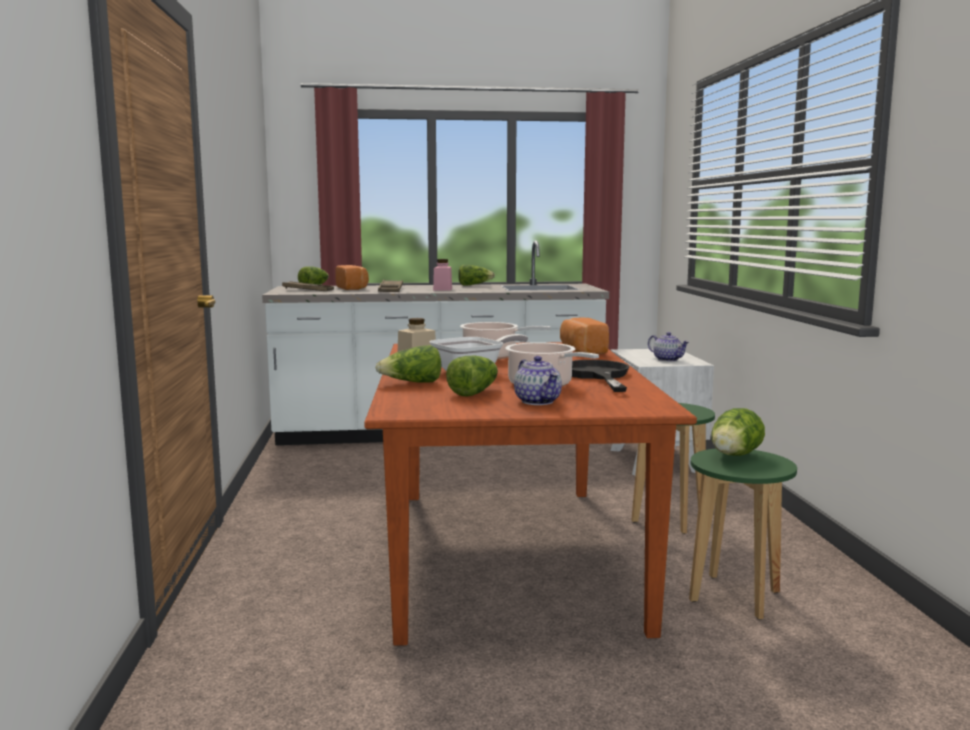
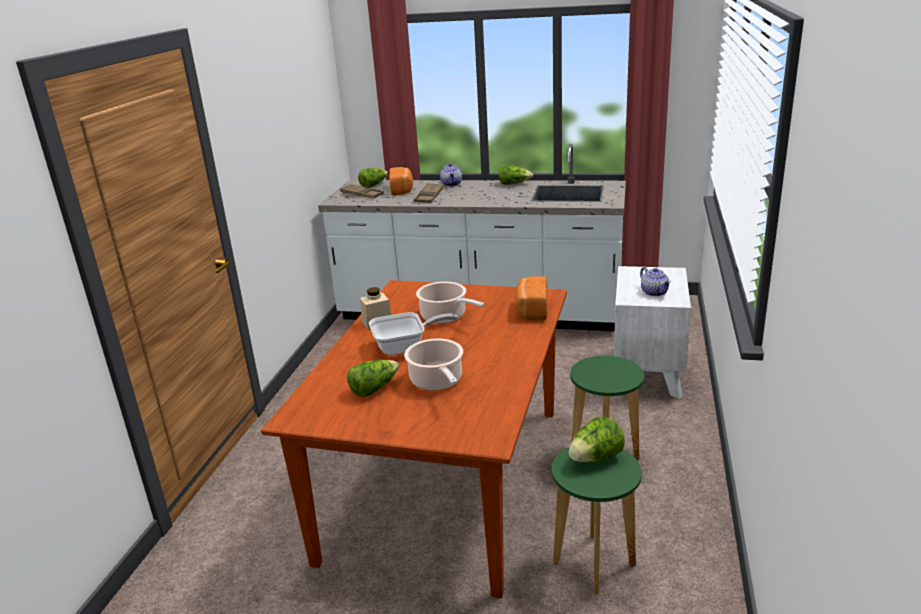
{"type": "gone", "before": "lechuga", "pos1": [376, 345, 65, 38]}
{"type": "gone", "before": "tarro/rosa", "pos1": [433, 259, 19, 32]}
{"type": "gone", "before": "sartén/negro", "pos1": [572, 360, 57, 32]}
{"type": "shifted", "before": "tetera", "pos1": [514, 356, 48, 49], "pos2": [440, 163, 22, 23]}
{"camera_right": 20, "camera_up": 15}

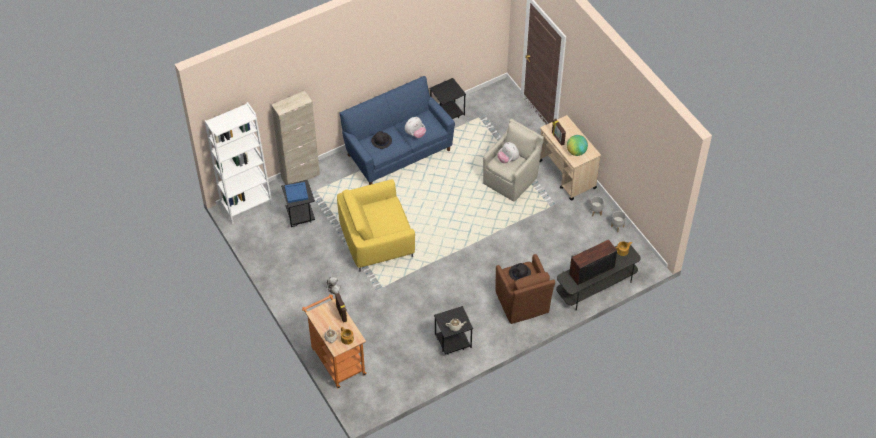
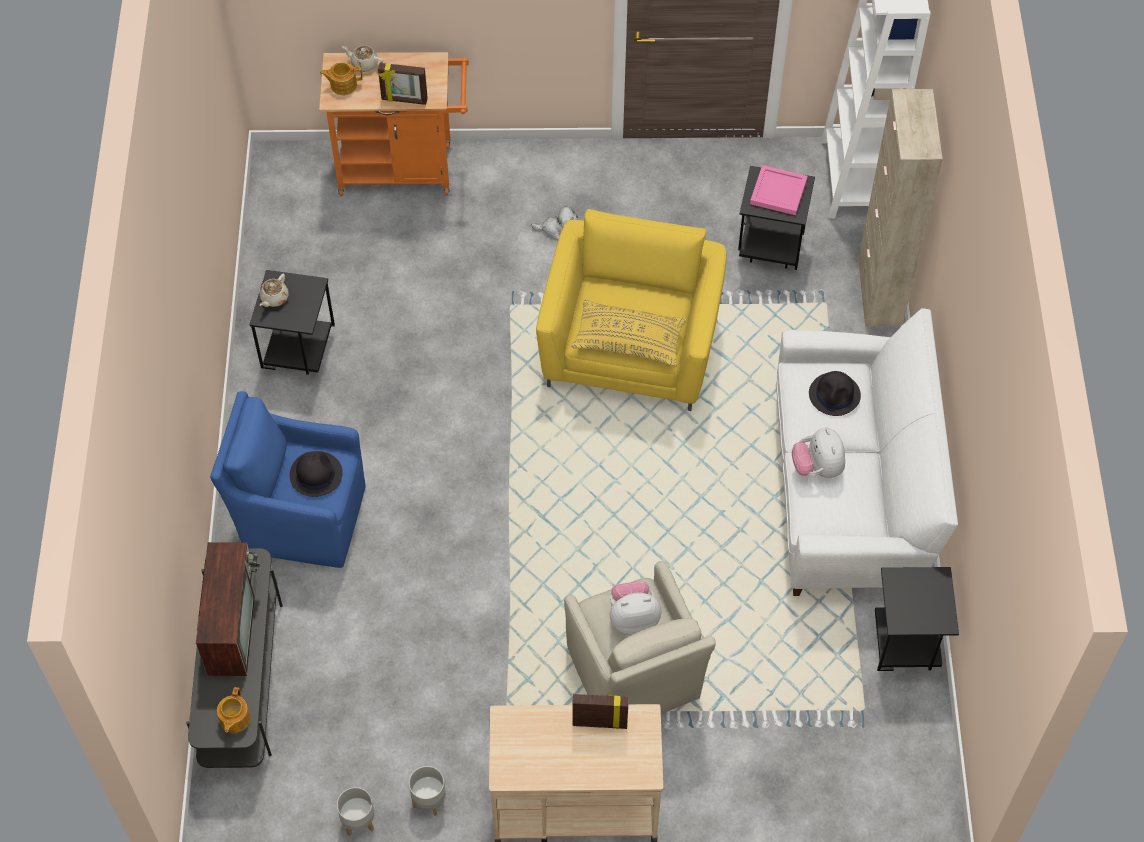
{"type": "gone", "before": "globo terráqueo", "pos1": [567, 135, 21, 21]}
{"type": "new", "after": "cojín/amarillo", "pos2": [571, 300, 116, 66]}
{"type": "repainted", "before": "bandeja/azul", "after": "bandeja/rosa", "pos1": [285, 182, 23, 21], "pos2": [750, 165, 58, 50]}
{"type": "repainted", "before": "sofá/azul", "after": "sofá/blanco", "pos1": [340, 76, 115, 109], "pos2": [776, 308, 182, 288]}
{"type": "repainted", "before": "sillón/marrón", "after": "sillón/azul", "pos1": [496, 254, 59, 70], "pos2": [210, 391, 155, 177]}
{"camera_right": 120, "camera_up": 5}

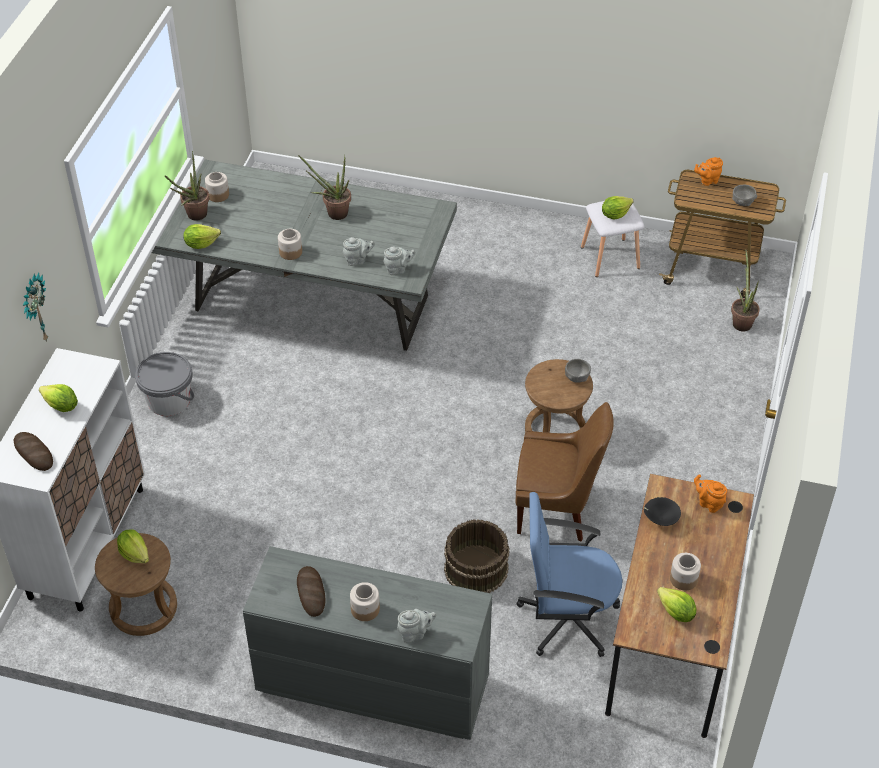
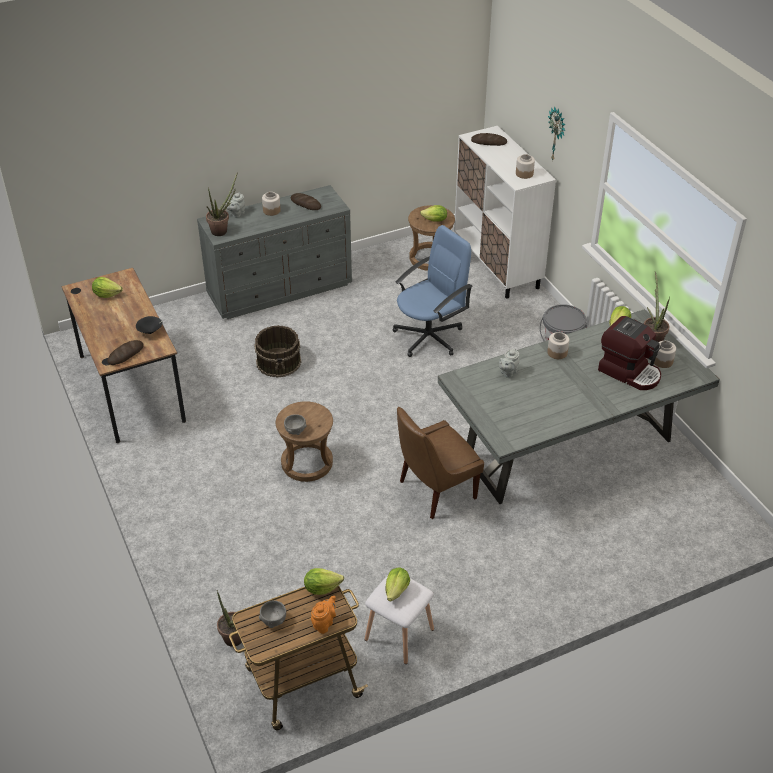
{"type": "gone", "before": "tetera/gris", "pos1": [384, 247, 32, 28]}
{"type": "new", "after": "cafetera", "pos2": [598, 316, 63, 74]}
{"type": "shifted", "before": "lechuga", "pos1": [39, 384, 39, 28], "pos2": [304, 568, 40, 27]}
{"type": "shifted", "before": "planta en maceta", "pos1": [298, 155, 53, 65], "pos2": [206, 173, 31, 63]}
{"type": "shifted", "before": "silla/marrón", "pos1": [516, 402, 98, 139], "pos2": [397, 407, 87, 112]}
{"type": "shifted", "before": "silla de oficina/azul", "pos1": [516, 492, 106, 165], "pos2": [393, 225, 79, 132]}
{"type": "shifted", "before": "tarro", "pos1": [670, 553, 31, 37], "pos2": [516, 154, 19, 25]}
{"type": "swapped", "before": "tetera/naranja", "after": "pan", "pos1": [694, 474, 33, 39], "pos2": [107, 340, 37, 25]}
{"camera_right": 140, "camera_up": -5}

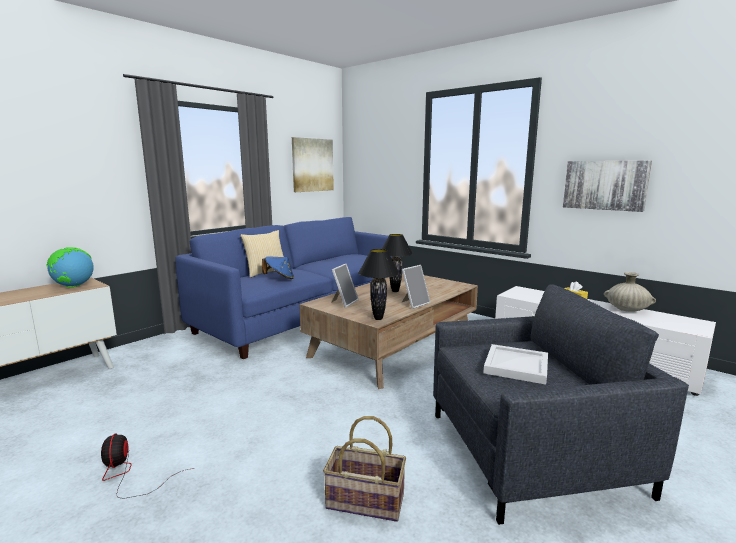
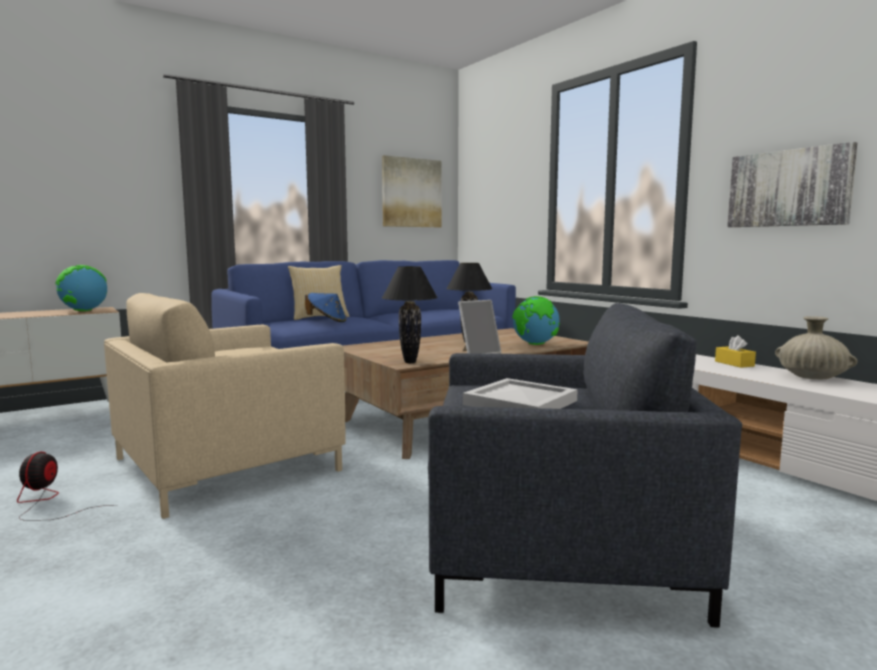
{"type": "gone", "before": "cesta", "pos1": [323, 416, 83, 106]}
{"type": "gone", "before": "portarretratos", "pos1": [331, 264, 28, 44]}
{"type": "new", "after": "sillón/beis", "pos2": [104, 293, 242, 226]}
{"type": "new", "after": "globo terráqueo", "pos2": [513, 296, 47, 49]}
{"camera_right": 15, "camera_up": -5}

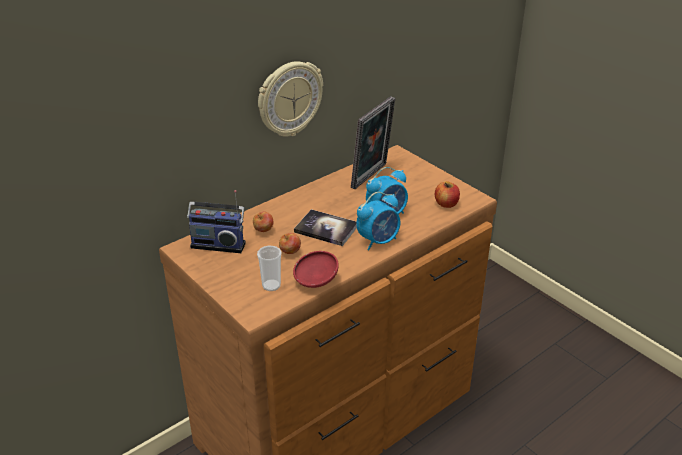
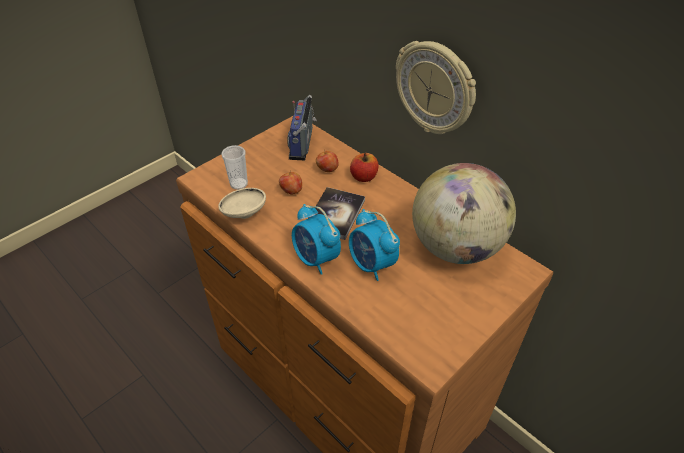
{"type": "shifted", "before": "manzana", "pos1": [435, 181, 25, 27], "pos2": [350, 153, 29, 29]}
{"type": "swapped", "before": "portarretratos", "after": "globo terráqueo", "pos1": [351, 97, 44, 92], "pos2": [412, 163, 104, 101]}
{"type": "repainted", "before": "cuenco/rojo", "after": "cuenco/beis", "pos1": [293, 251, 46, 37], "pos2": [218, 188, 48, 31]}
{"camera_right": 85, "camera_up": 10}

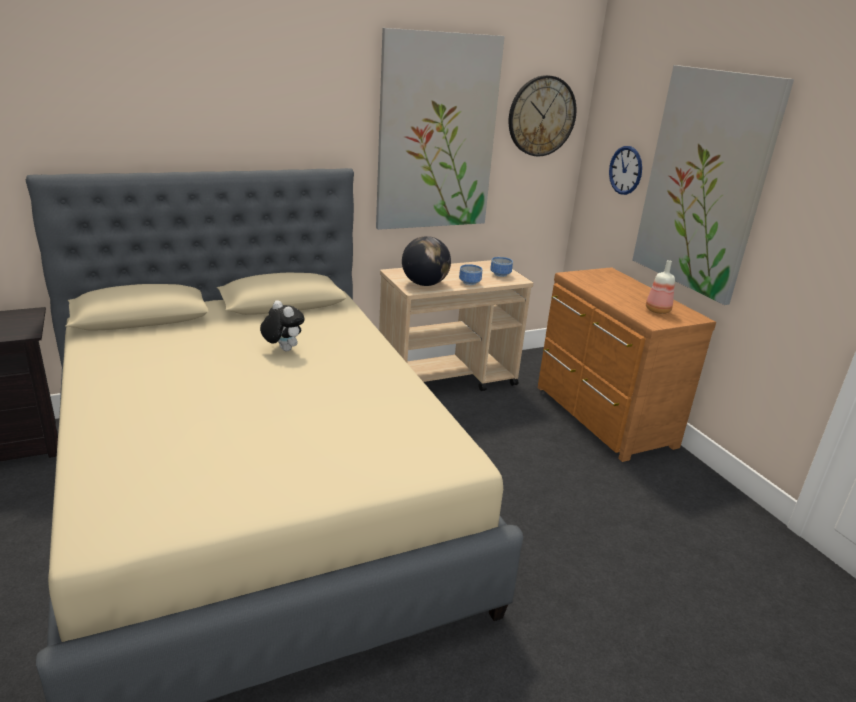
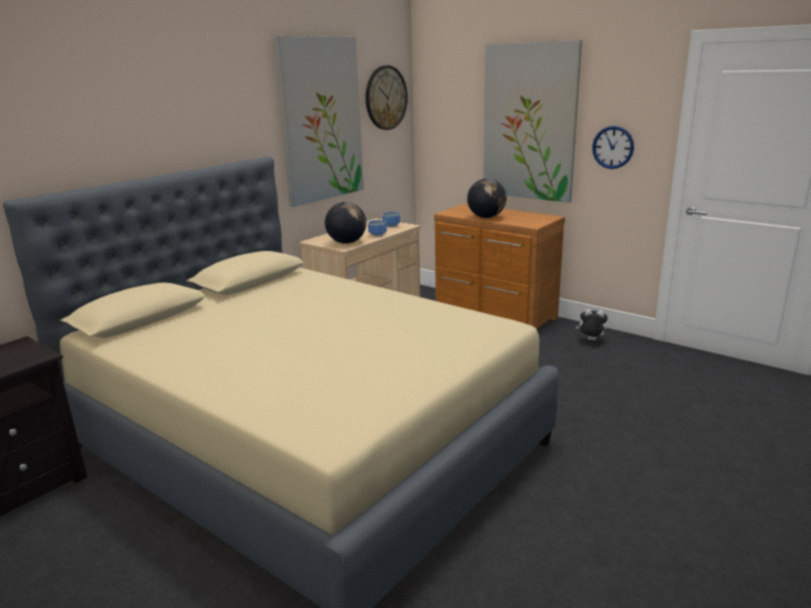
{"type": "gone", "before": "botella", "pos1": [646, 260, 29, 54]}
{"type": "new", "after": "globo terráqueo", "pos2": [467, 178, 40, 40]}
{"type": "shifted", "before": "peluche", "pos1": [260, 300, 45, 51], "pos2": [576, 309, 32, 32]}
{"type": "shifted", "before": "reloj de pared", "pos1": [609, 146, 33, 49], "pos2": [592, 126, 42, 43]}
{"camera_right": -25, "camera_up": -5}

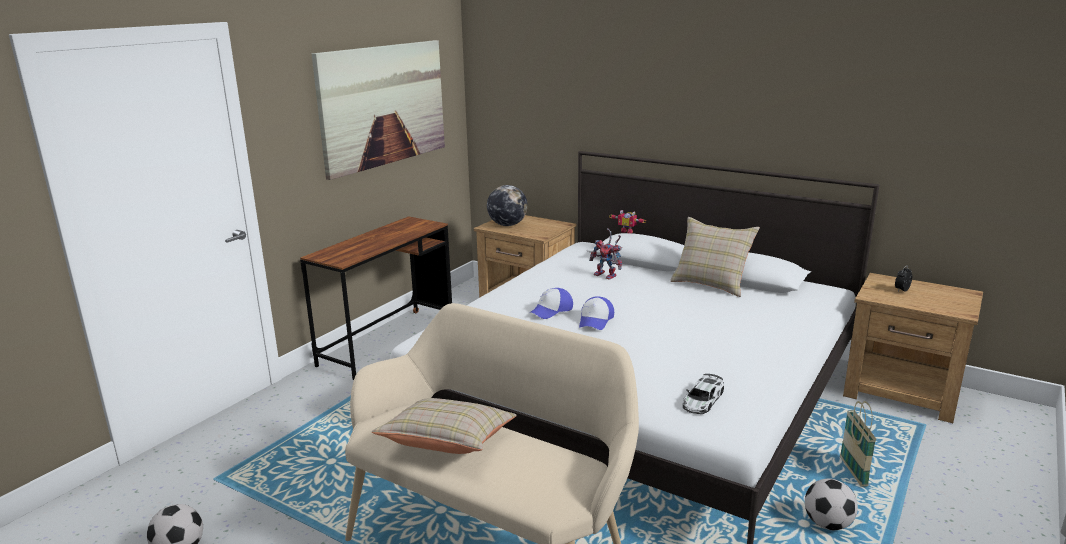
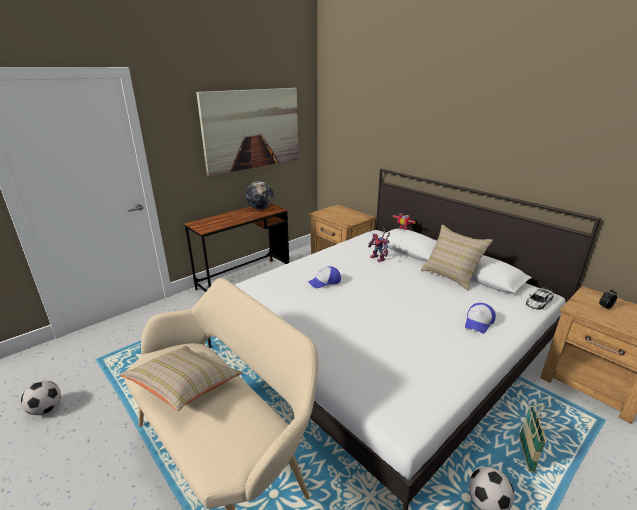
{"type": "shifted", "before": "globo terráqueo", "pos1": [487, 185, 41, 41], "pos2": [245, 181, 29, 29]}
{"type": "shifted", "before": "gorra", "pos1": [579, 296, 35, 34], "pos2": [465, 303, 31, 31]}
{"type": "shifted", "before": "coche de juguete", "pos1": [683, 374, 41, 40], "pos2": [526, 287, 28, 23]}
{"camera_right": 15, "camera_up": 5}

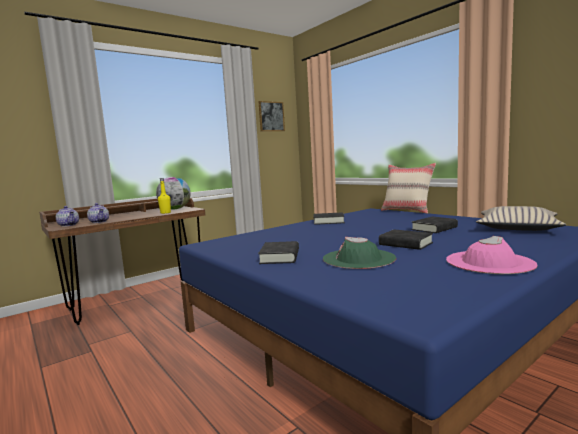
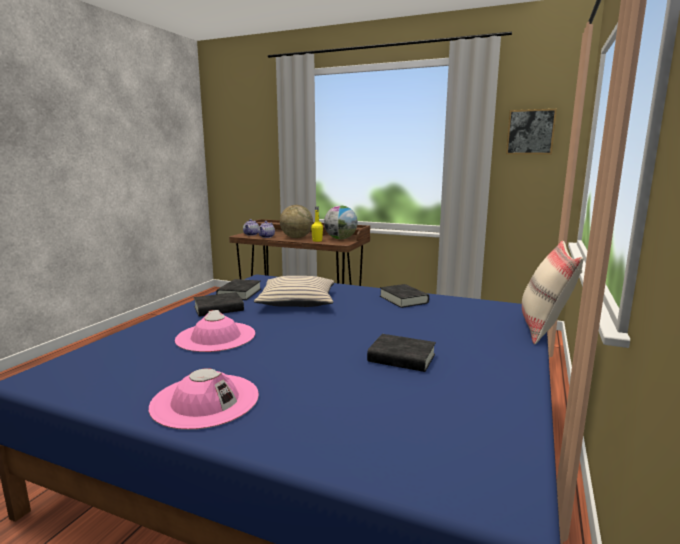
{"type": "new", "after": "globo terráqueo", "pos2": [280, 205, 33, 33]}
{"type": "shifted", "before": "libro/negro", "pos1": [379, 230, 54, 20], "pos2": [216, 279, 45, 21]}
{"type": "shifted", "before": "cojín/beis", "pos1": [476, 206, 90, 25], "pos2": [254, 276, 80, 31]}
{"type": "repainted", "before": "sombrero/verde", "after": "sombrero/rosa", "pos1": [323, 237, 73, 32], "pos2": [175, 310, 80, 42]}
{"camera_right": 60, "camera_up": 5}

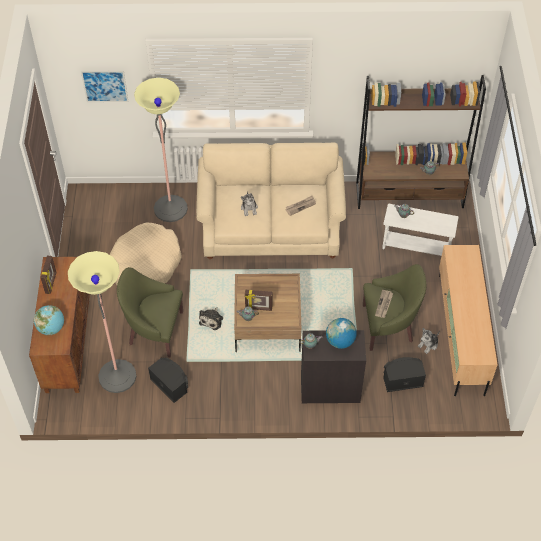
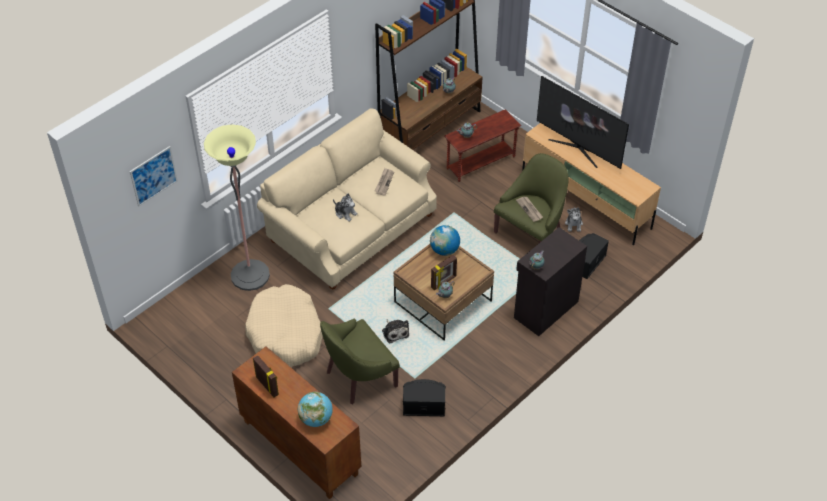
{"type": "gone", "before": "lámpara de pie", "pos1": [68, 251, 68, 142]}
{"type": "new", "after": "televisor", "pos2": [537, 76, 92, 93]}
{"type": "shifted", "before": "globo terráqueo", "pos1": [326, 318, 31, 31], "pos2": [430, 225, 30, 31]}
{"type": "repainted", "before": "mesa auxiliar/blanco", "after": "mesa auxiliar/marrón", "pos1": [382, 204, 77, 52], "pos2": [444, 109, 77, 73]}
{"camera_right": -45, "camera_up": -5}

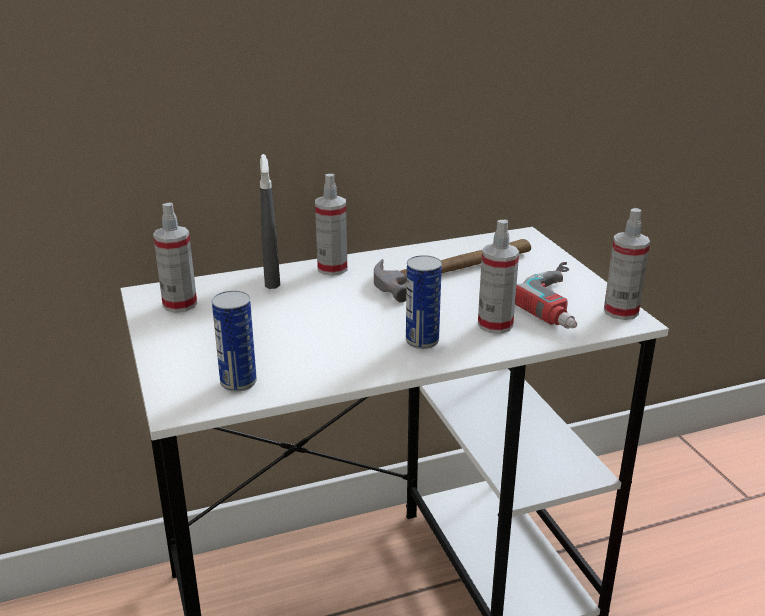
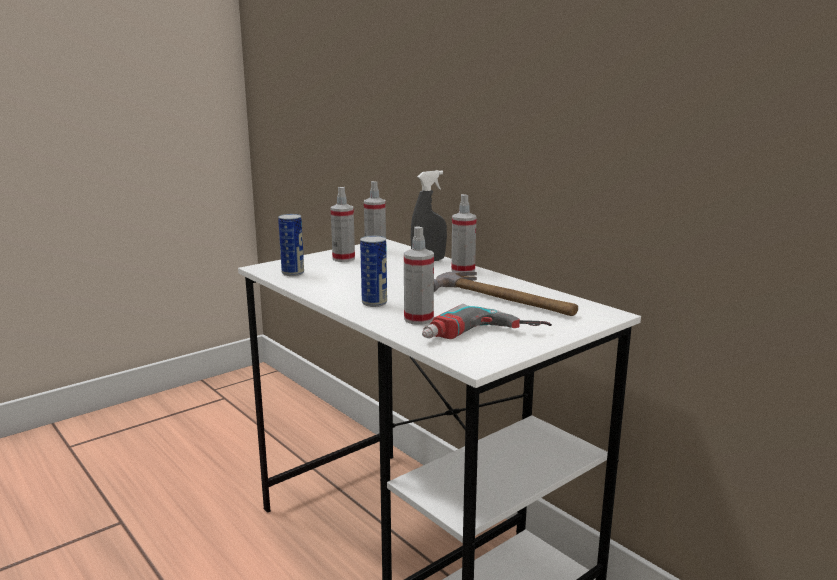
{"type": "shifted", "before": "pulverizador", "pos1": [604, 208, 46, 112], "pos2": [331, 187, 24, 75]}
{"camera_right": 70, "camera_up": -10}

